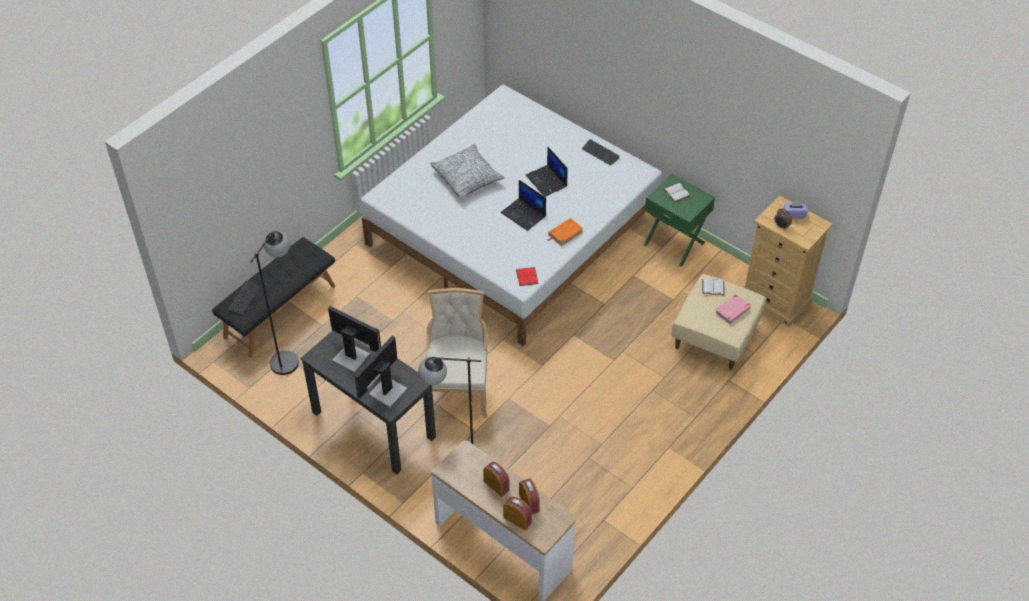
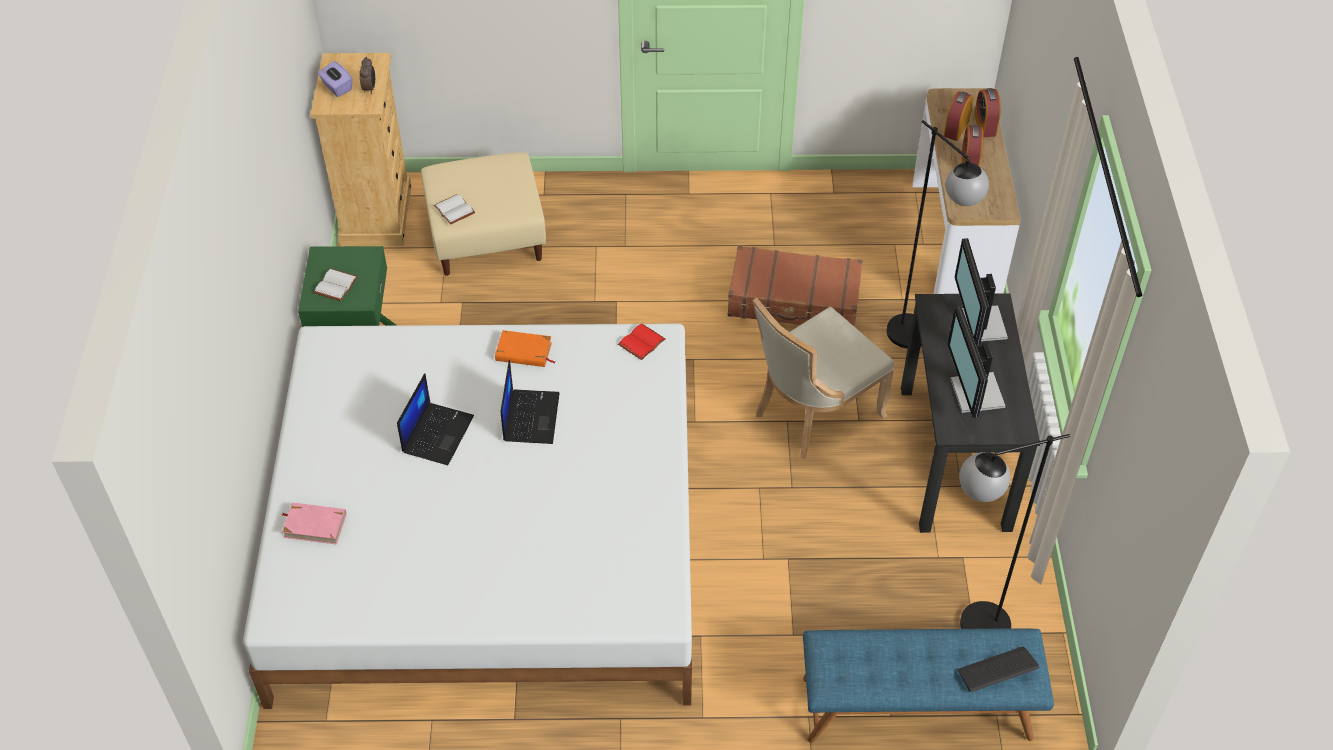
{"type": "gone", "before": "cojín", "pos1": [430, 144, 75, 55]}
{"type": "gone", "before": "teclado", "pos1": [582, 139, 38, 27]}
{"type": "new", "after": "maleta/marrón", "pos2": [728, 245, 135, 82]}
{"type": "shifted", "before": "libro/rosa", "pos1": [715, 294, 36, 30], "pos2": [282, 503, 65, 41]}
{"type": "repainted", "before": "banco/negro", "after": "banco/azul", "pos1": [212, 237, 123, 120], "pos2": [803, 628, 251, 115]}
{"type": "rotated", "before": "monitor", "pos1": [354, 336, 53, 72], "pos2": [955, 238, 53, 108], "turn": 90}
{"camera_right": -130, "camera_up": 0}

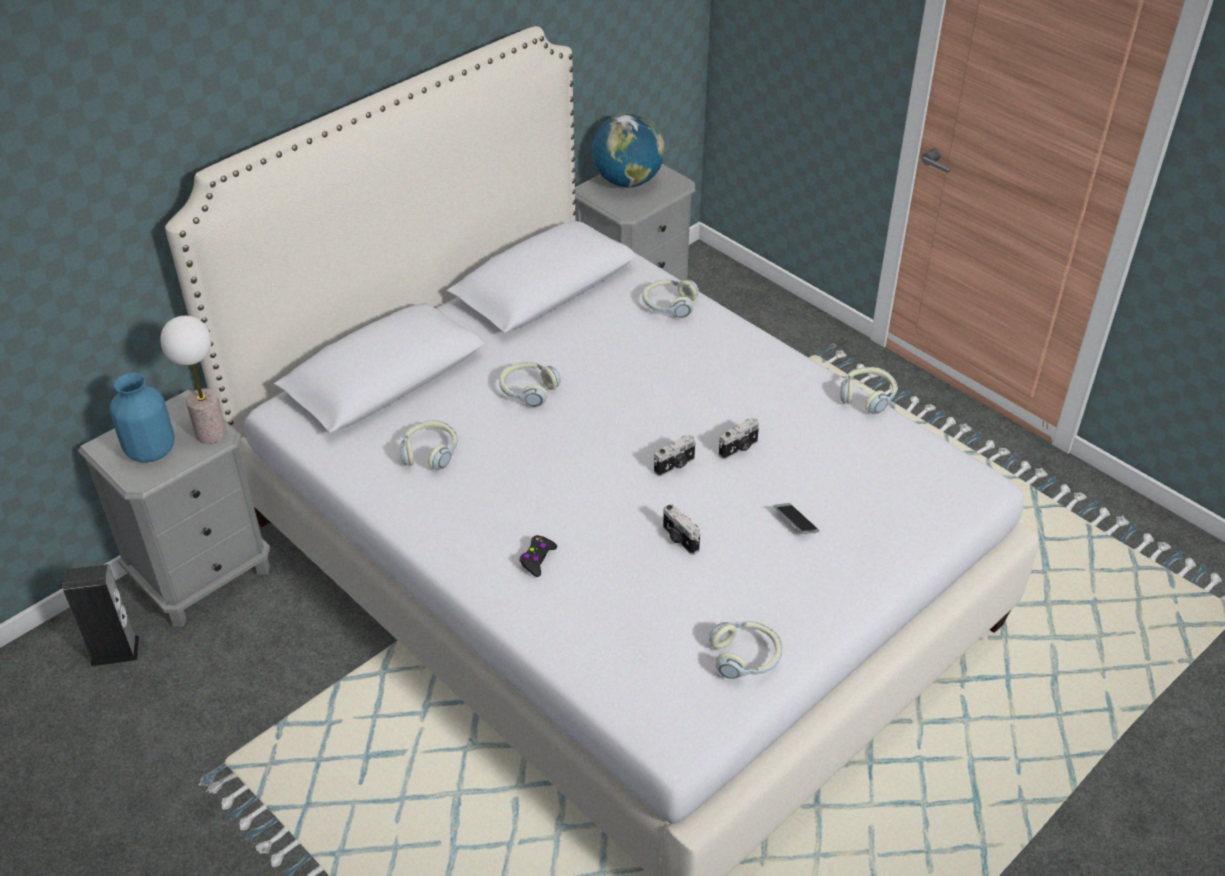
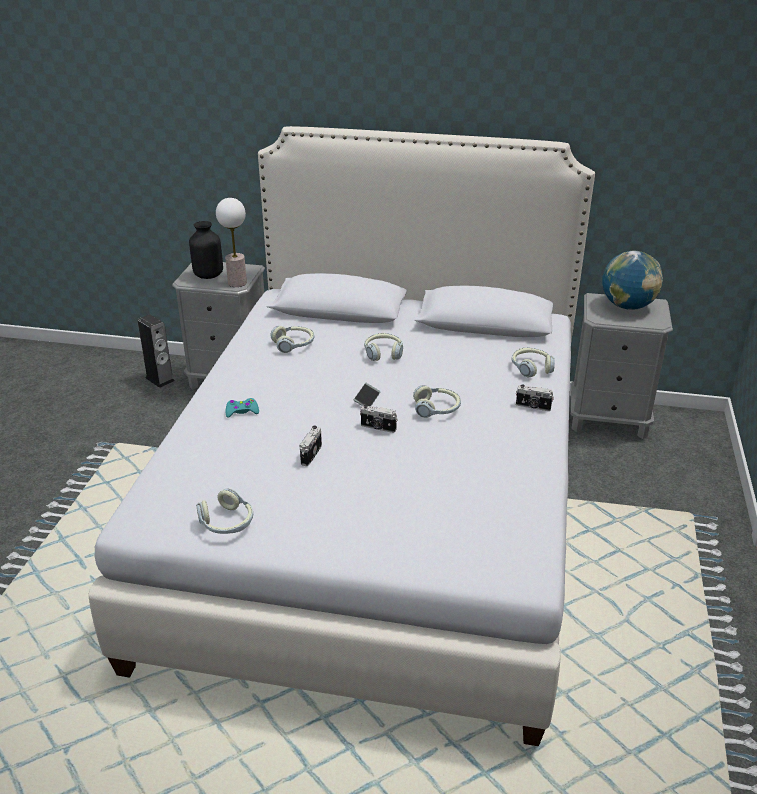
{"type": "shifted", "before": "cámara", "pos1": [719, 418, 40, 41], "pos2": [516, 384, 38, 27]}
{"type": "shifted", "before": "móvil", "pos1": [773, 503, 47, 31], "pos2": [354, 383, 26, 23]}
{"type": "shifted", "before": "auriculares", "pos1": [840, 367, 57, 47], "pos2": [413, 385, 48, 33]}
{"type": "repainted", "before": "florero/azul", "after": "florero/negro", "pos1": [110, 373, 64, 90], "pos2": [189, 221, 34, 58]}
{"type": "repainted", "before": "mando de consola/negro", "after": "mando de consola/turquesa", "pos1": [519, 535, 38, 42], "pos2": [226, 398, 33, 20]}
{"camera_right": 55, "camera_up": -10}

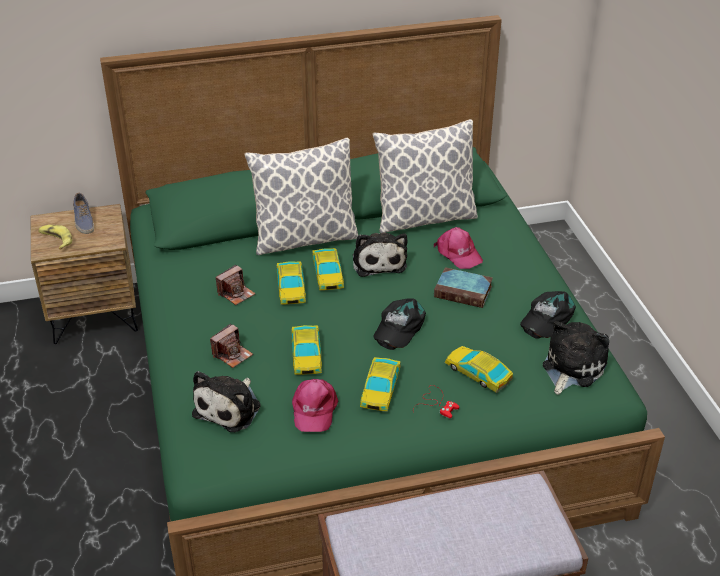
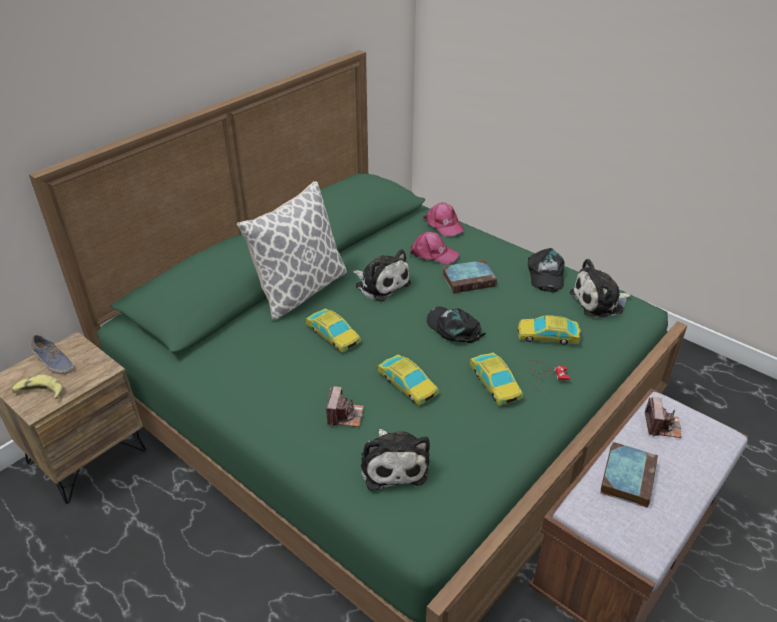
{"type": "gone", "before": "coche de juguete", "pos1": [312, 248, 32, 43]}
{"type": "gone", "before": "cojín", "pos1": [372, 119, 106, 114]}
{"type": "new", "after": "libro", "pos2": [600, 442, 58, 66]}
{"type": "shifted", "before": "cámara", "pos1": [216, 265, 39, 40], "pos2": [645, 397, 37, 41]}
{"type": "shifted", "before": "gorra/rosa", "pos1": [292, 379, 46, 53], "pos2": [423, 202, 42, 34]}
{"type": "rotated", "before": "gorra/negro", "pos1": [374, 298, 52, 52], "pos2": [427, 306, 59, 37], "turn": 150}
{"type": "rotated", "before": "peluche", "pos1": [543, 321, 66, 74], "pos2": [569, 259, 62, 59], "turn": -105}
{"camera_right": -35, "camera_up": 0}

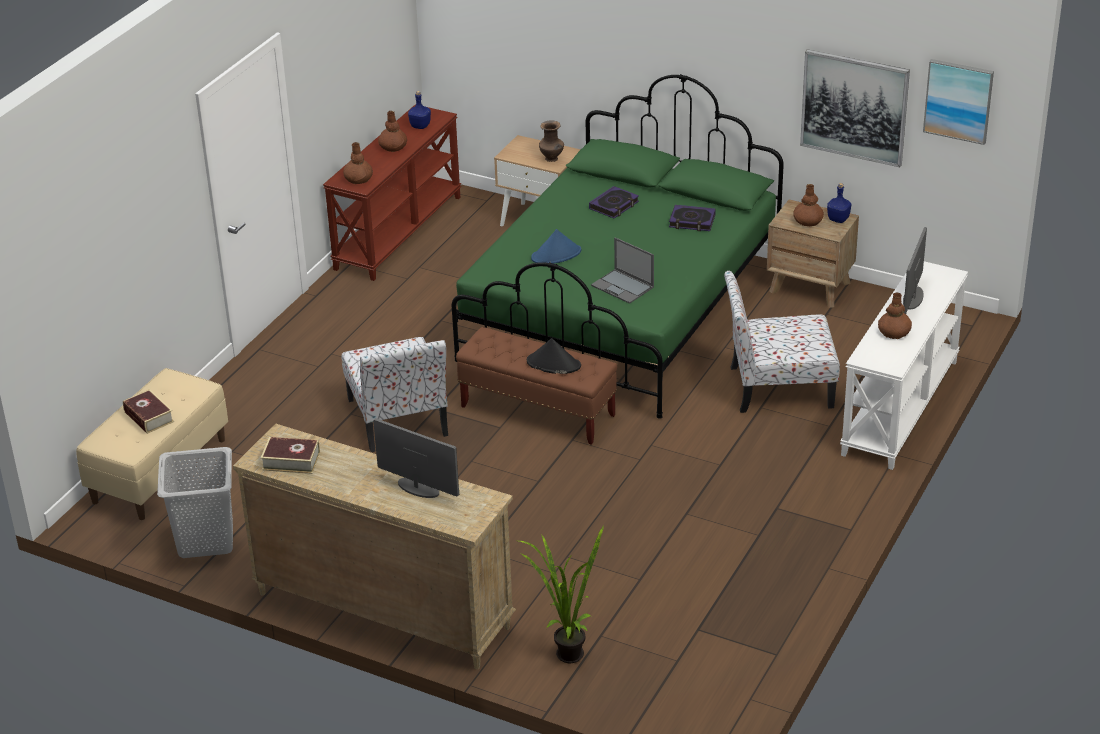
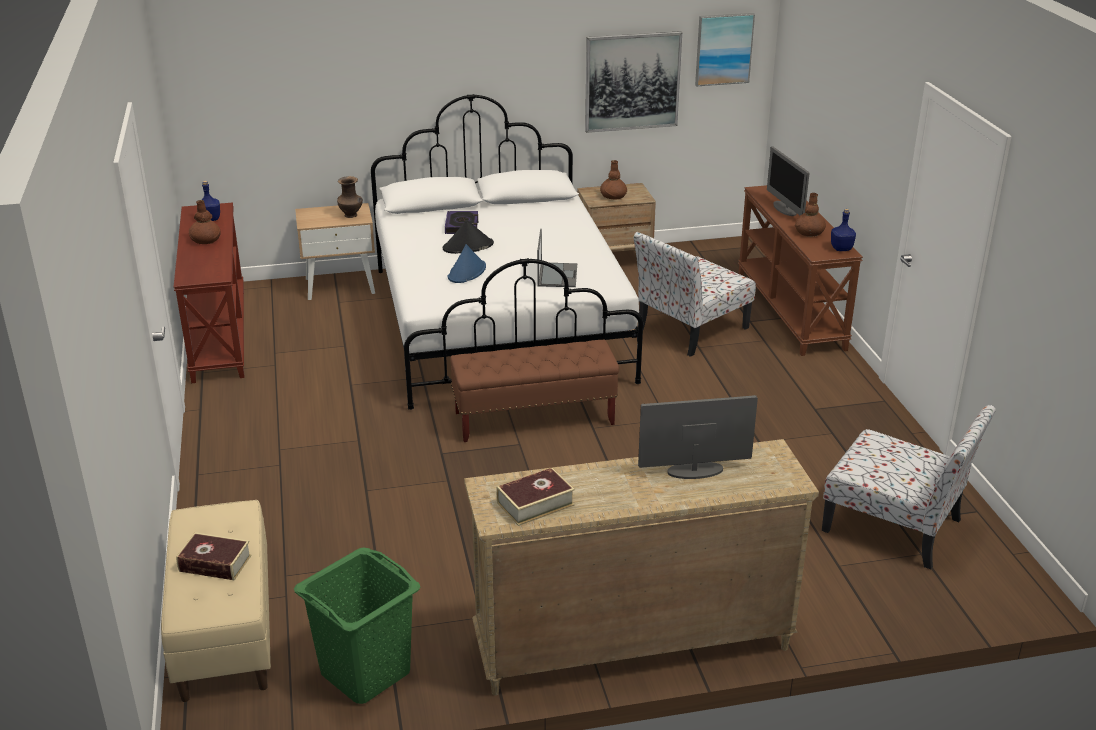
{"type": "gone", "before": "florero/marrón", "pos1": [343, 142, 30, 42]}
{"type": "gone", "before": "planta en maceta", "pos1": [519, 525, 85, 138]}
{"type": "gone", "before": "libro", "pos1": [669, 205, 47, 26]}
{"type": "shifted", "before": "silla", "pos1": [342, 337, 106, 115], "pos2": [822, 405, 174, 164]}
{"type": "shifted", "before": "sombrero/negro", "pos1": [527, 338, 54, 36], "pos2": [443, 220, 51, 34]}
{"type": "shifted", "before": "botella/azul", "pos1": [827, 183, 24, 40], "pos2": [831, 209, 25, 42]}
{"type": "repainted", "before": "cesto de la ropa/gris", "after": "cesto de la ropa/verde", "pos1": [157, 447, 76, 111], "pos2": [294, 548, 126, 156]}
{"type": "repainted", "before": "cama/verde", "after": "cama/blanco", "pos1": [452, 74, 332, 345], "pos2": [371, 94, 272, 316]}
{"type": "repainted", "before": "mesa consola/blanco", "after": "mesa consola/marrón", "pos1": [840, 261, 128, 209], "pos2": [738, 185, 125, 171]}
{"type": "rotated", "before": "portátil", "pos1": [591, 237, 63, 67], "pos2": [537, 229, 40, 58], "turn": -90}
{"camera_right": -40, "camera_up": -5}

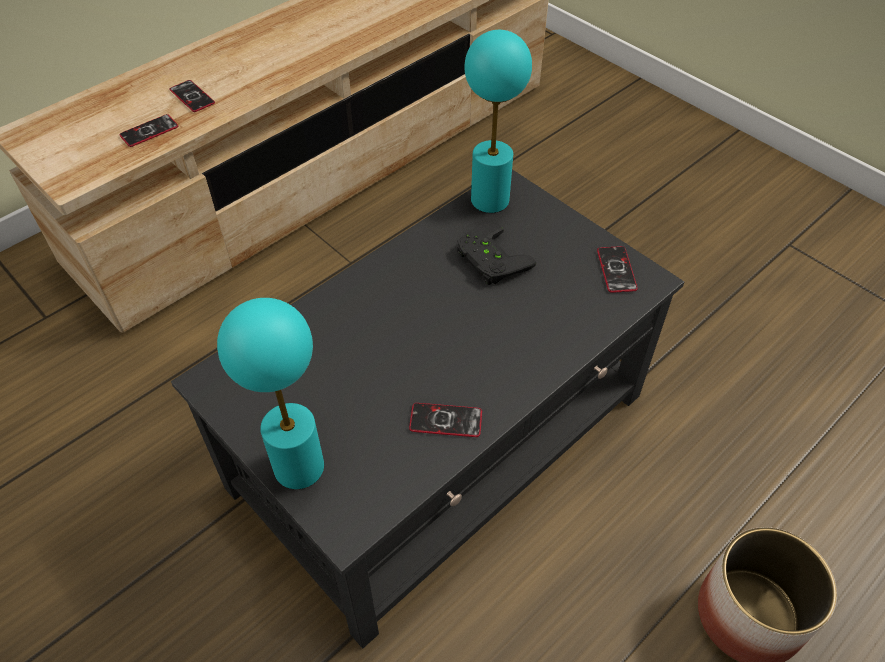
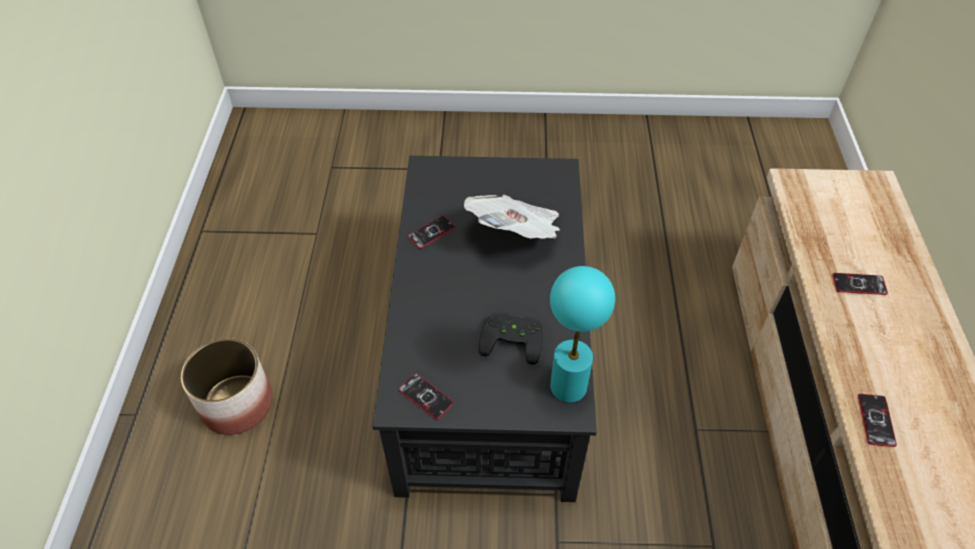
{"type": "gone", "before": "lámpara de mesa/turquesa", "pos1": [217, 298, 107, 191]}
{"type": "new", "after": "periódico", "pos2": [464, 195, 96, 44]}
{"type": "shifted", "before": "móvil", "pos1": [119, 114, 59, 33], "pos2": [858, 394, 39, 53]}
{"camera_right": 135, "camera_up": 0}

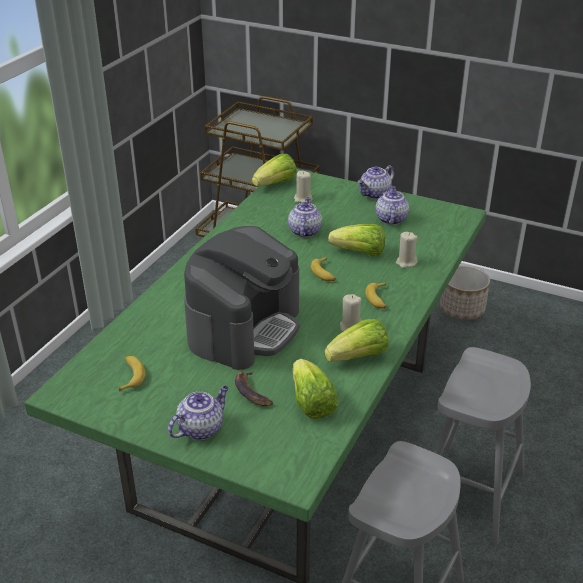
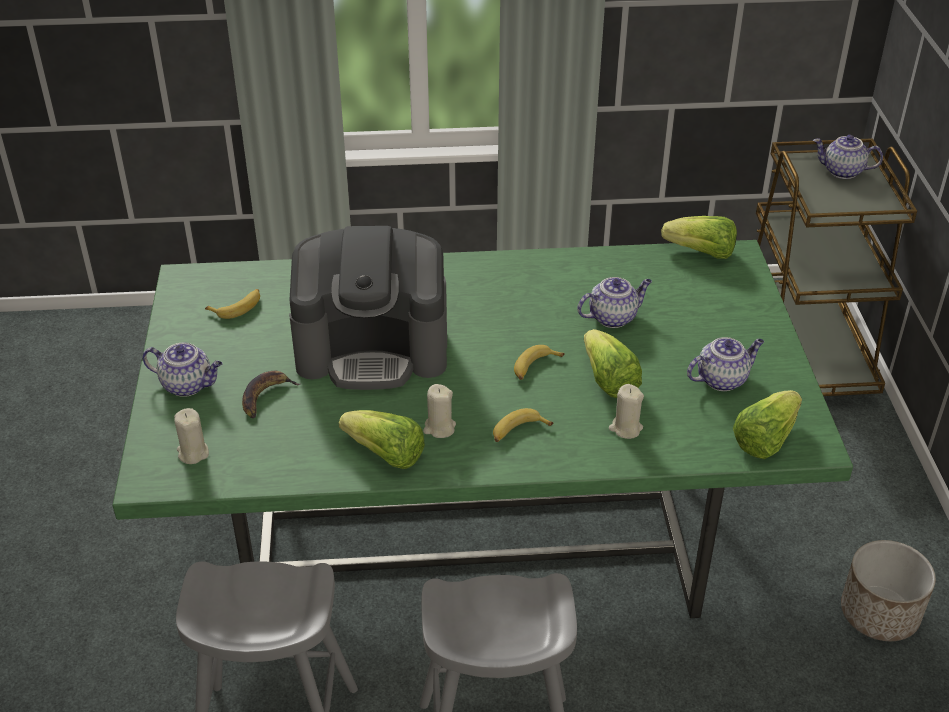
{"type": "shifted", "before": "lechuga", "pos1": [293, 359, 45, 60], "pos2": [733, 390, 69, 69]}
{"type": "shifted", "before": "vela/beis", "pos1": [294, 171, 19, 32], "pos2": [174, 408, 35, 56]}
{"type": "shifted", "before": "tetera", "pos1": [357, 165, 37, 34], "pos2": [813, 135, 70, 44]}
{"camera_right": 60, "camera_up": 5}

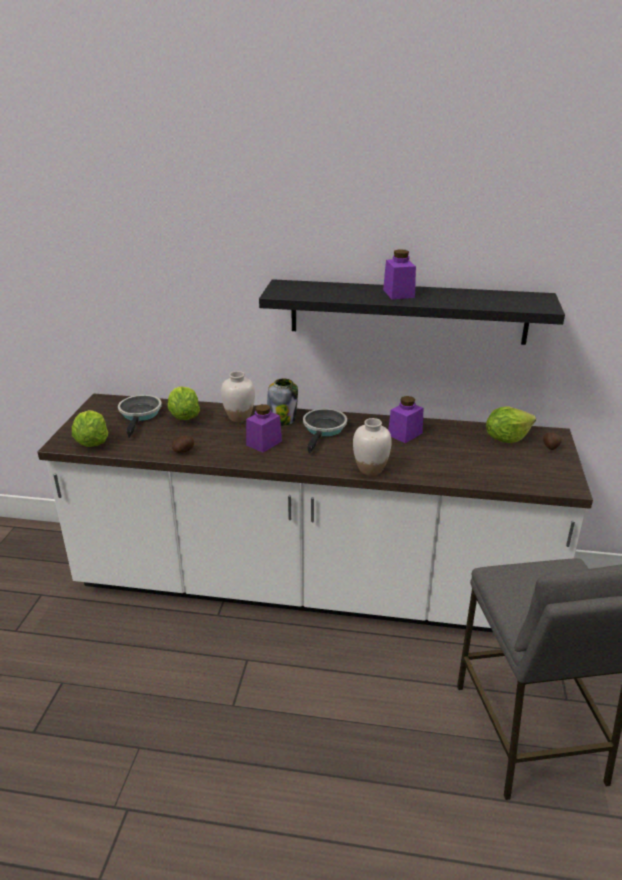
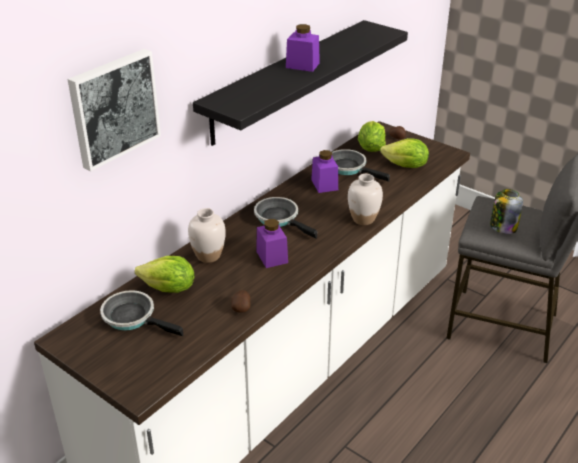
{"type": "new", "after": "cuadro", "pos2": [68, 49, 93, 122]}
{"type": "new", "after": "sartén", "pos2": [332, 149, 58, 33]}
{"type": "shifted", "before": "lechuga", "pos1": [72, 410, 36, 37], "pos2": [380, 138, 49, 30]}
{"type": "shifted", "before": "tarro", "pos1": [267, 379, 31, 47], "pos2": [490, 189, 33, 45]}
{"camera_right": -60, "camera_up": 5}

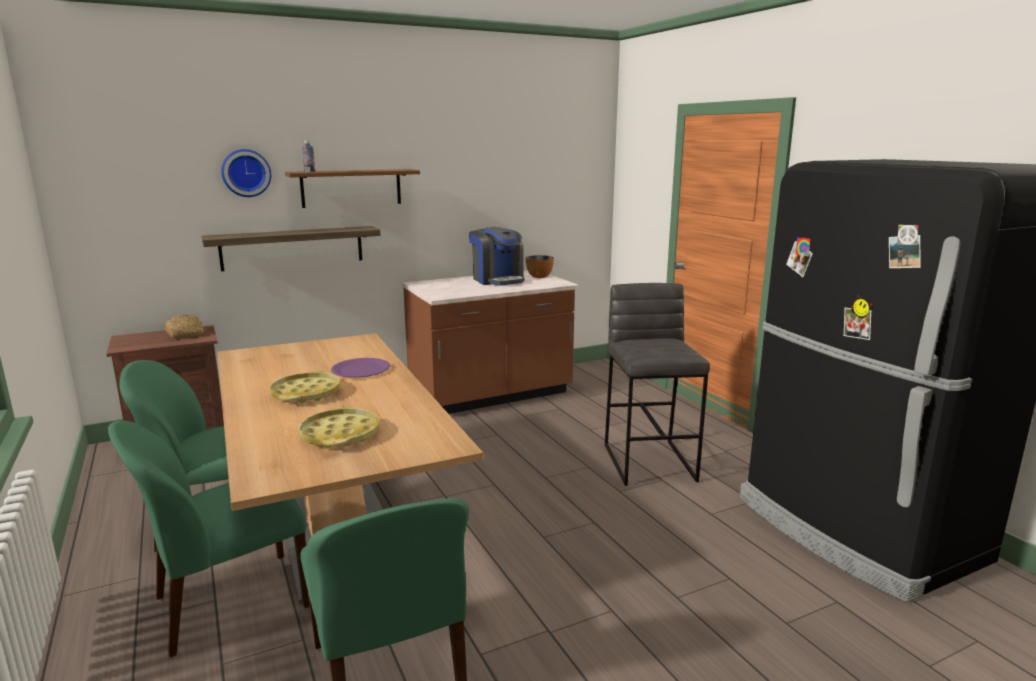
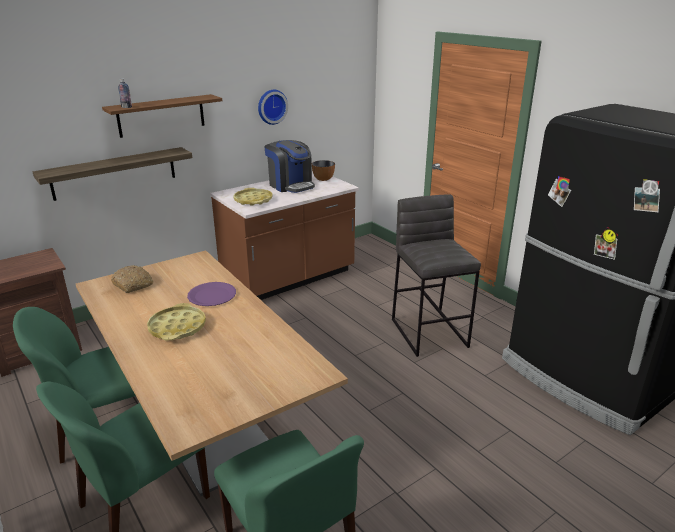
{"type": "shifted", "before": "pan", "pos1": [164, 314, 40, 24], "pos2": [111, 265, 42, 28]}
{"type": "shifted", "before": "reloj de pared", "pos1": [221, 149, 50, 48], "pos2": [258, 90, 30, 35]}
{"type": "shifted", "before": "bandeja/amarillo", "pos1": [298, 406, 82, 42], "pos2": [233, 188, 39, 18]}
{"camera_right": -10, "camera_up": 10}

